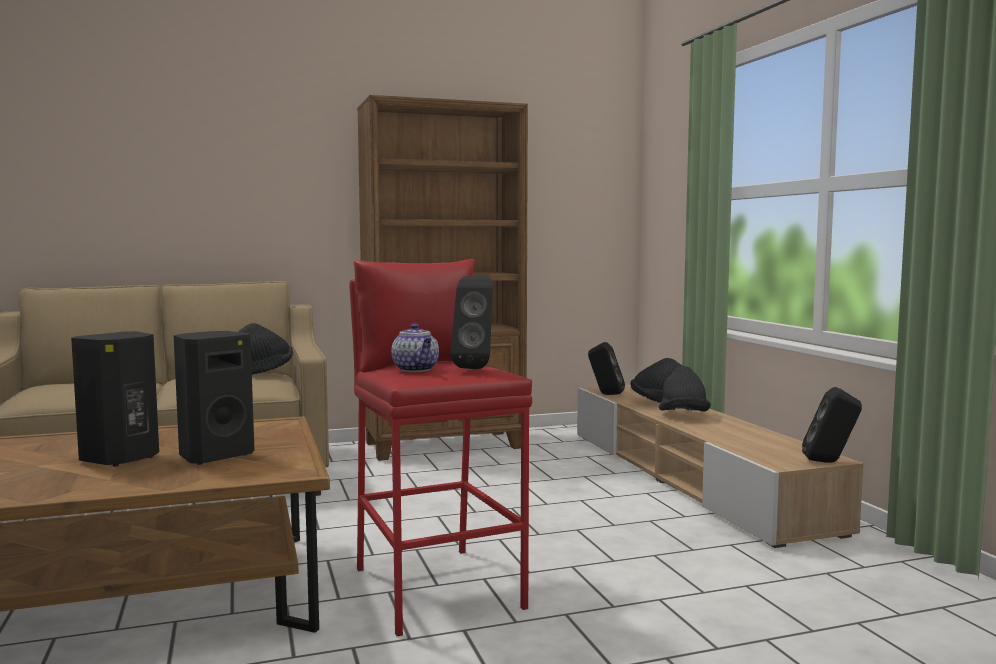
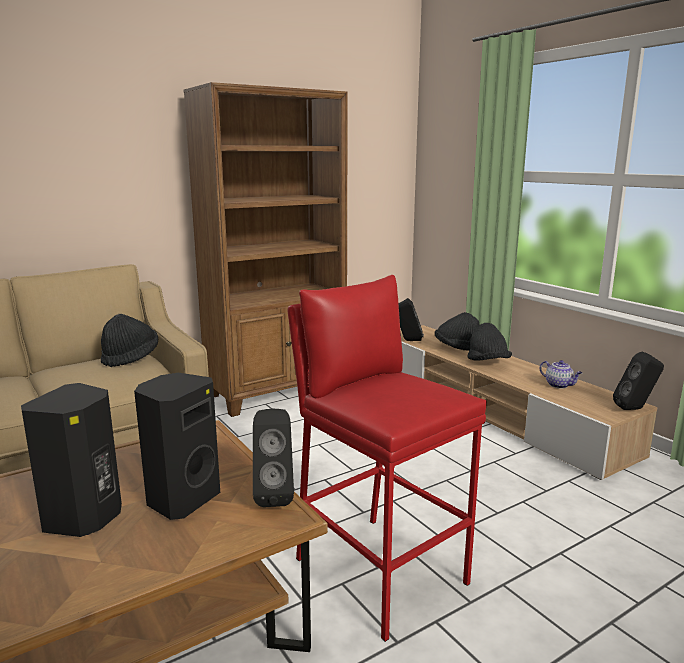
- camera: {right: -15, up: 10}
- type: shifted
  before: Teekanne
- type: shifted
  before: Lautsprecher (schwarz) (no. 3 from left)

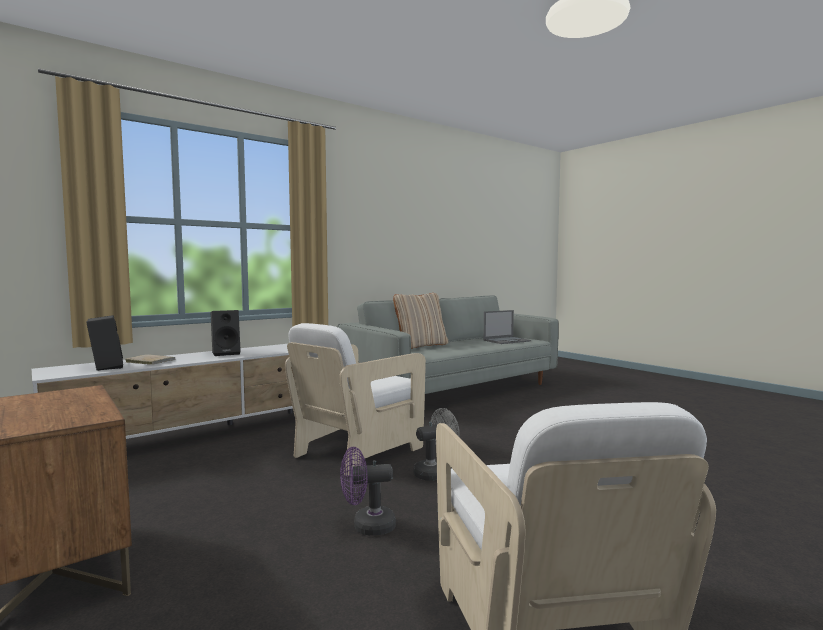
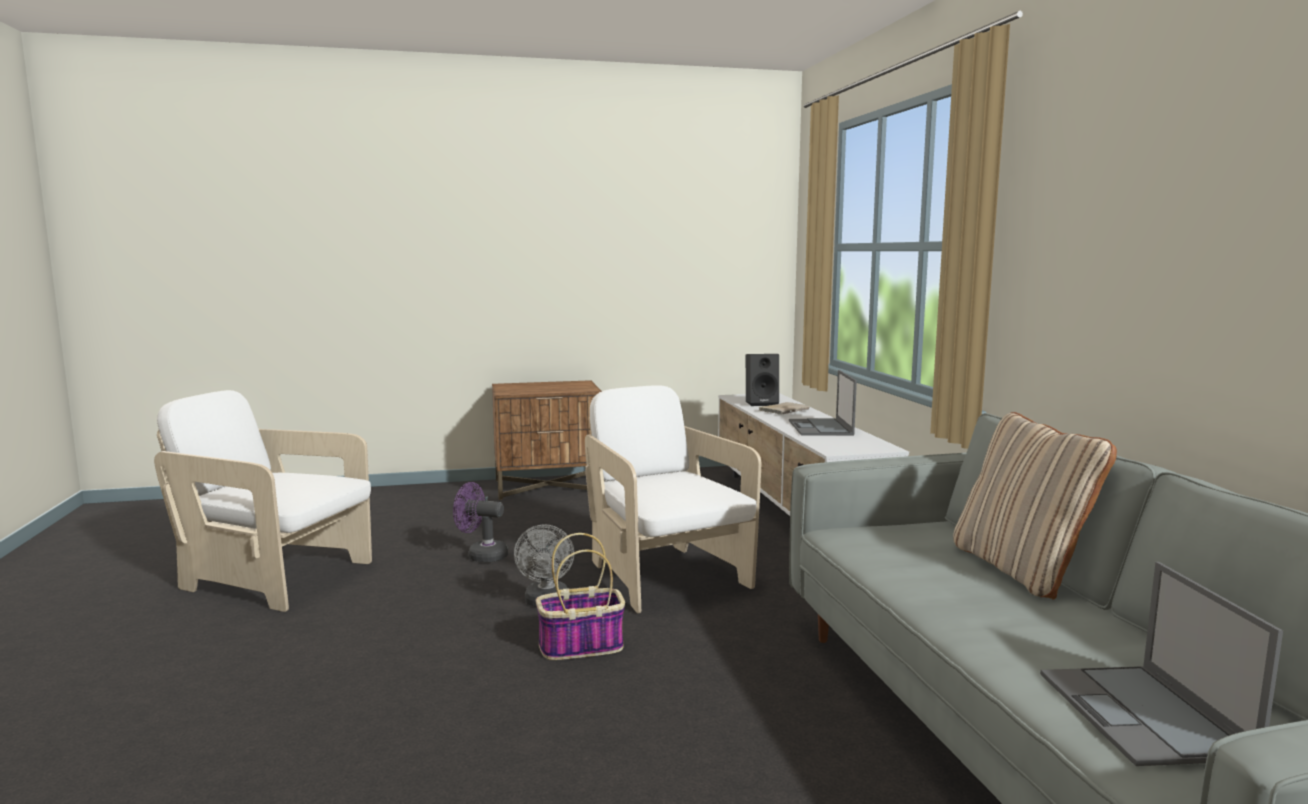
- camera: {right: 115, up: 5}
- type: swapped
  before: Lautsprecher (schwarz) (no. 2 from left)
  after: Laptop (no. 1 from left)
- type: rotated
  before: Ventilator (lila)
  turn: -90
- type: new
  after: Korb

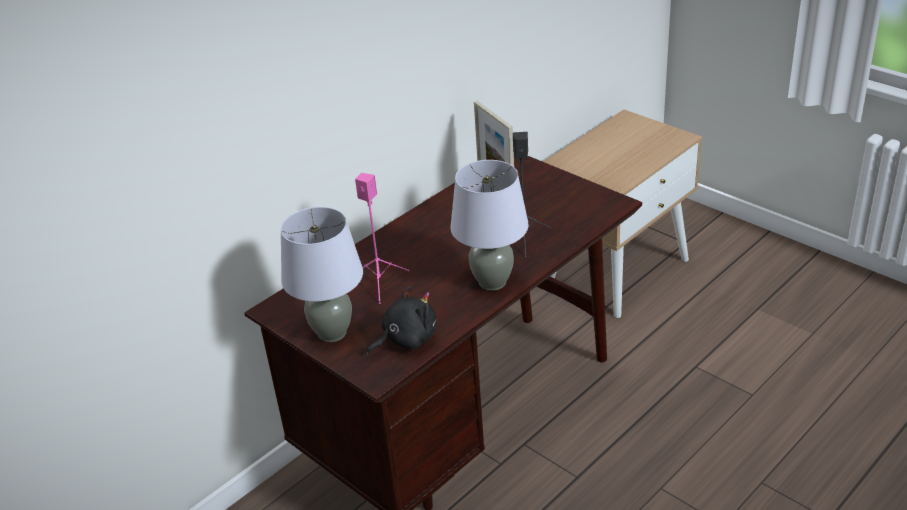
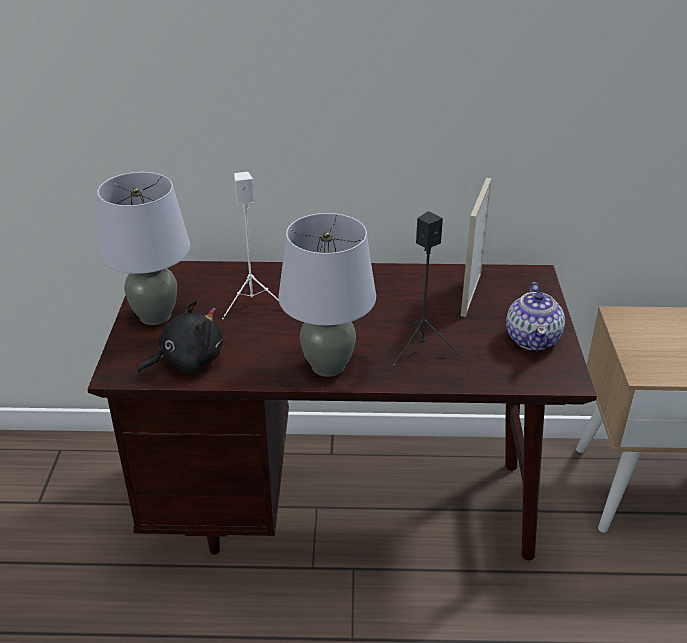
- camera: {right: 45, up: 0}
- type: repainted
  before: Lautsprecher (rosa)
  after: Lautsprecher (weiß)
- type: rotated
  before: Plüschtier (schwarz)
  turn: -45
- type: new
  after: Teekanne

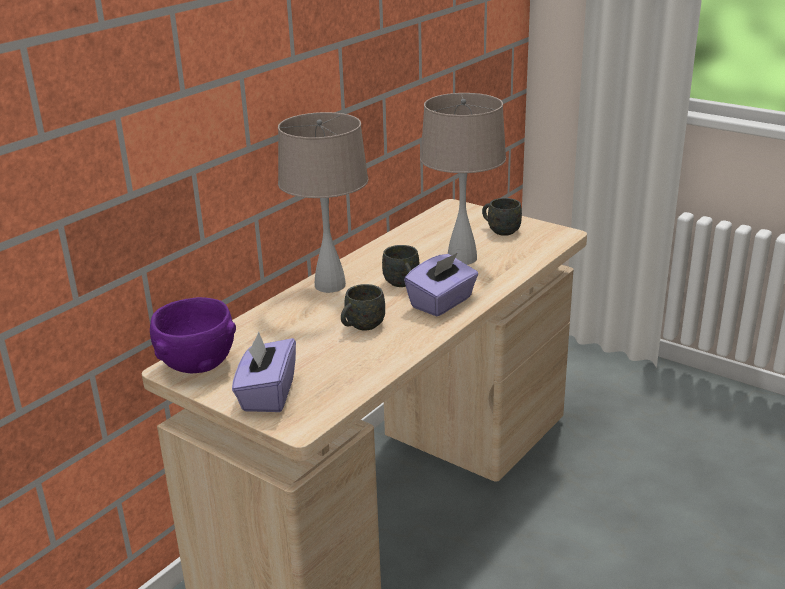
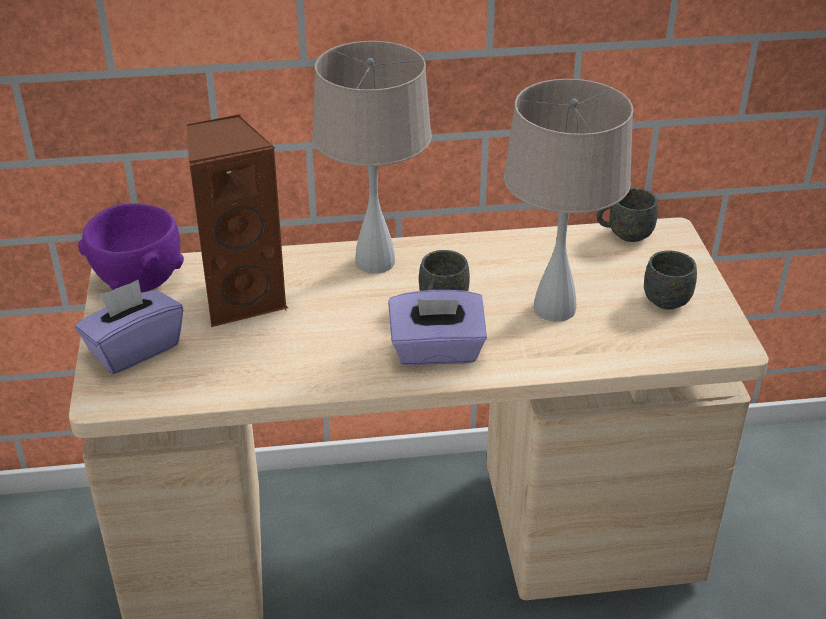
- camera: {right: 45, up: 10}
- type: shifted
  before: Henkelbecher (grau) (no. 1 from left in the first image)
  after: Henkelbecher (grau) (no. 2 from left)
- type: new
  after: Lautsprecher (braun)

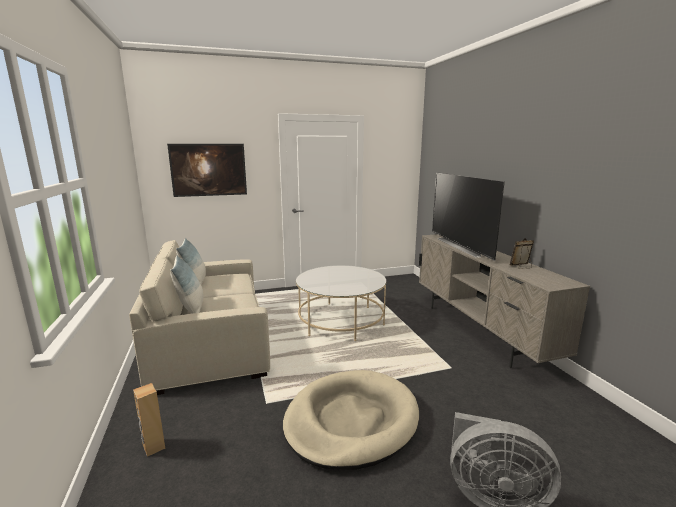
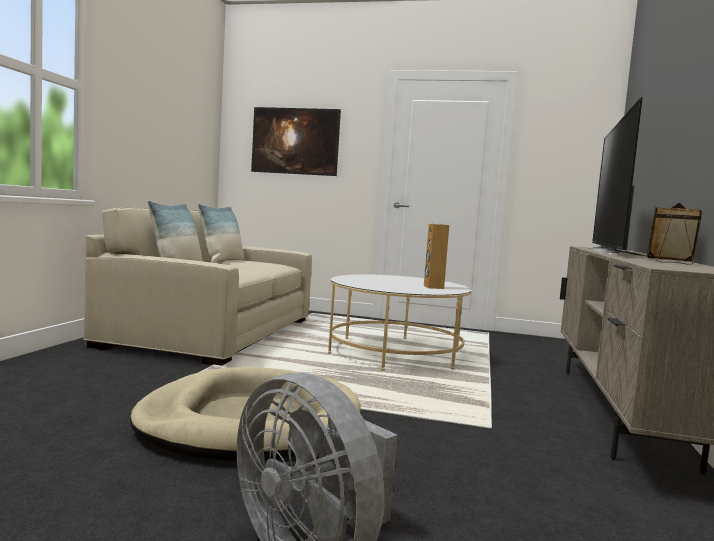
- camera: {right: 30, up: -10}
- type: shifted
  before: Lautsprecher (braun)

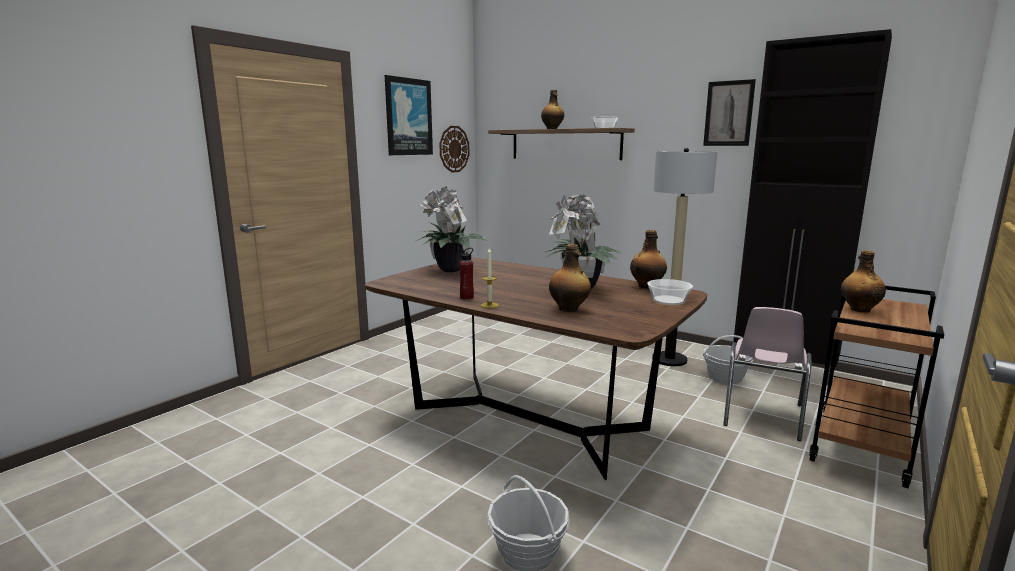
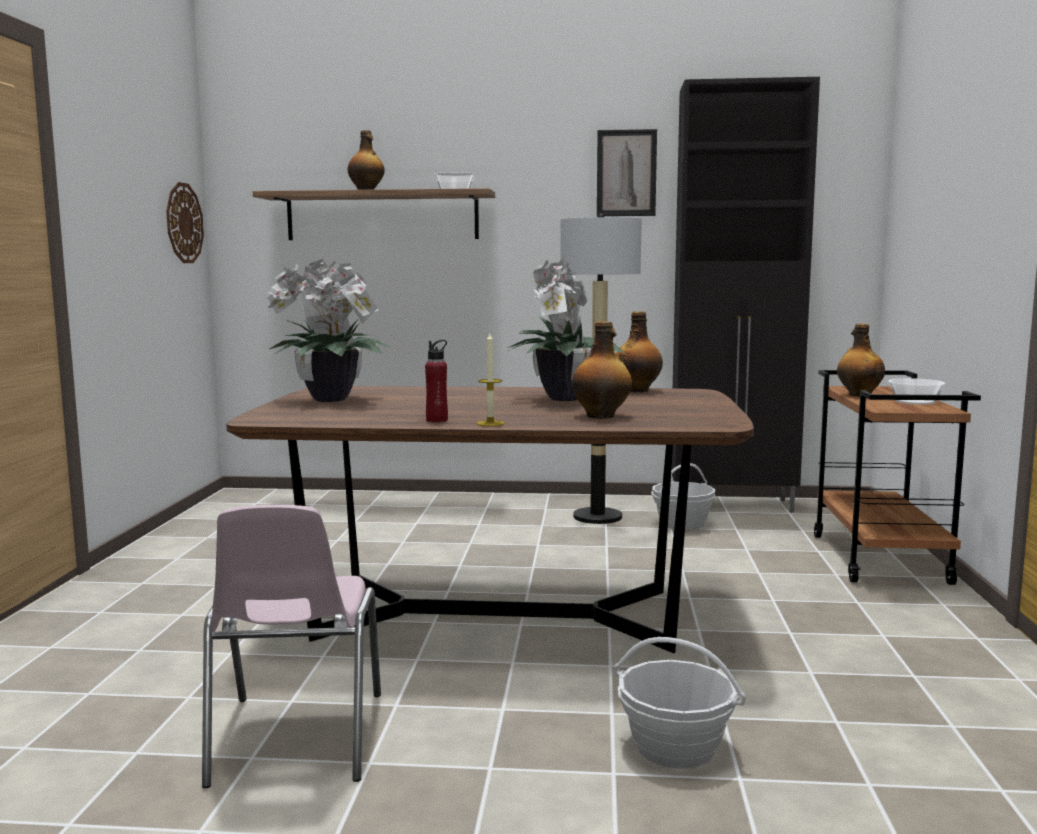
- camera: {right: -30, up: -5}
- type: gone
  before: Bild (no. 1 from left)
- type: shifted
  before: Schüssel (no. 2 from left)
- type: shifted
  before: Stuhl (rosa)

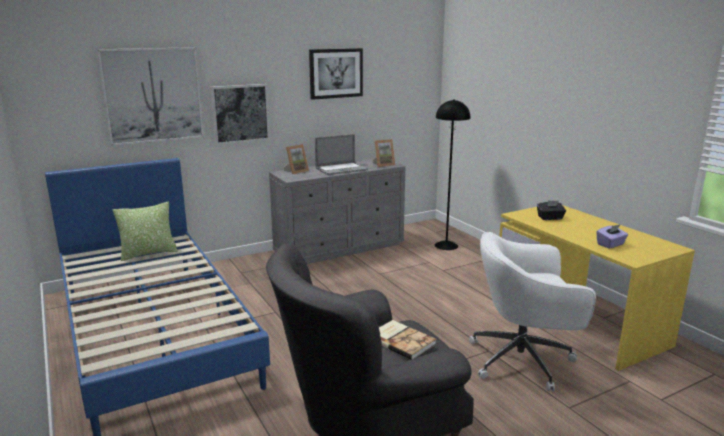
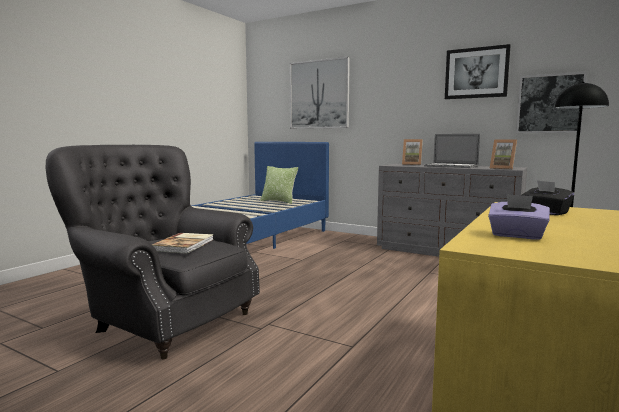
- camera: {right: 60, up: -10}
- type: shifted
  before: Bild (no. 2 from left in the first image)
  after: Bild (no. 3 from left)
- type: gone
  before: Bürostuhl (weiß)

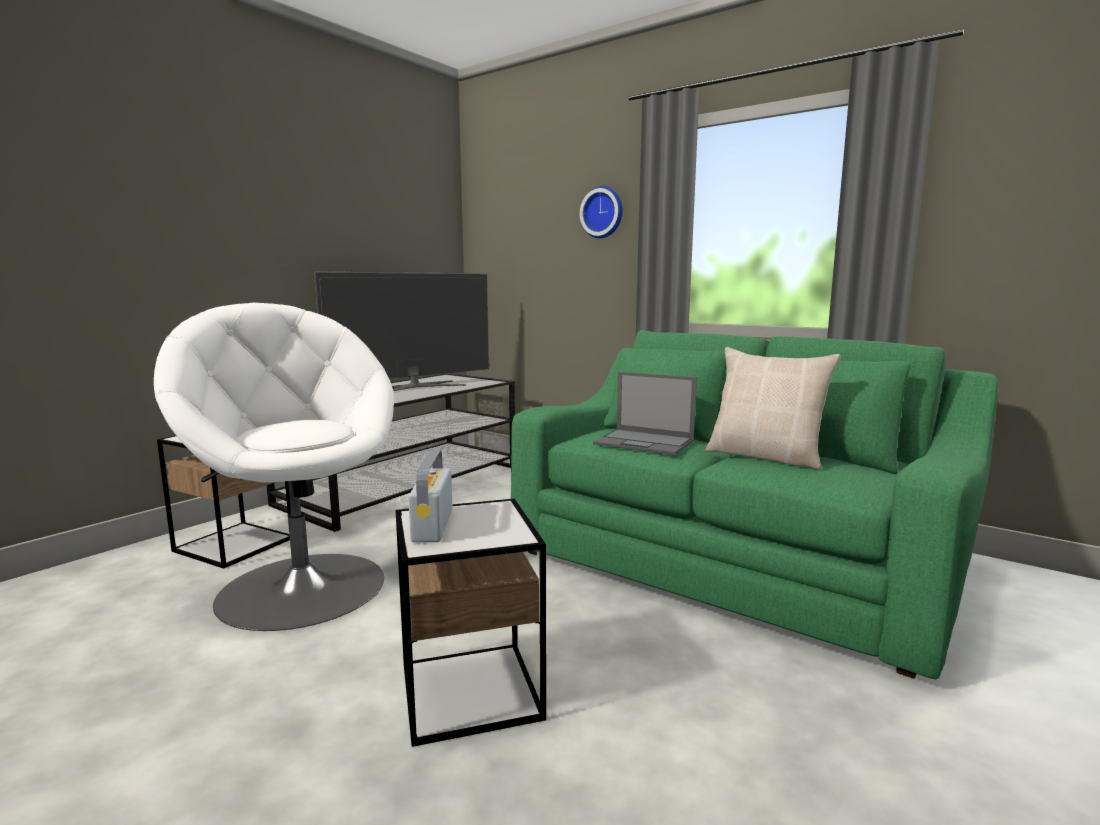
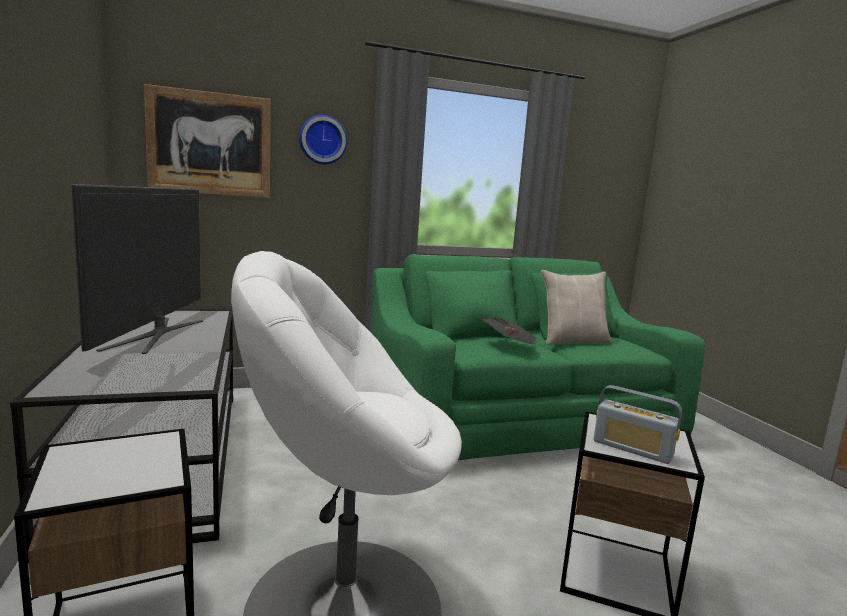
- camera: {right: -55, up: 0}
- type: swapped
  before: Laptop
  after: Zeitung
- type: new
  after: Bild

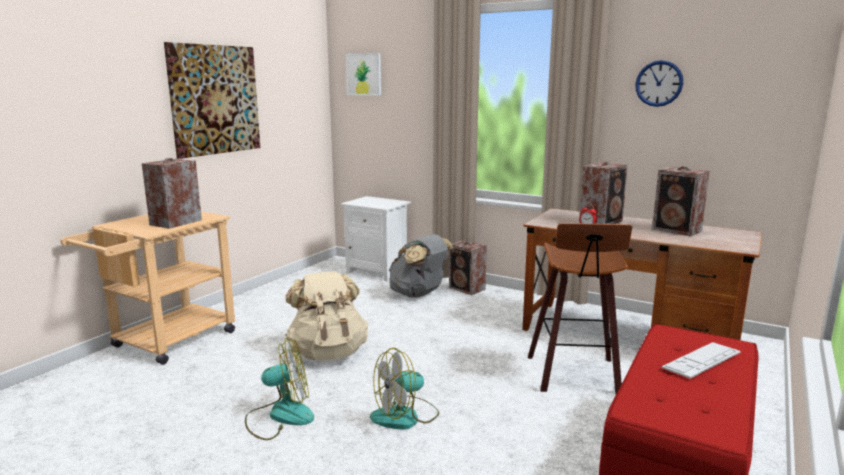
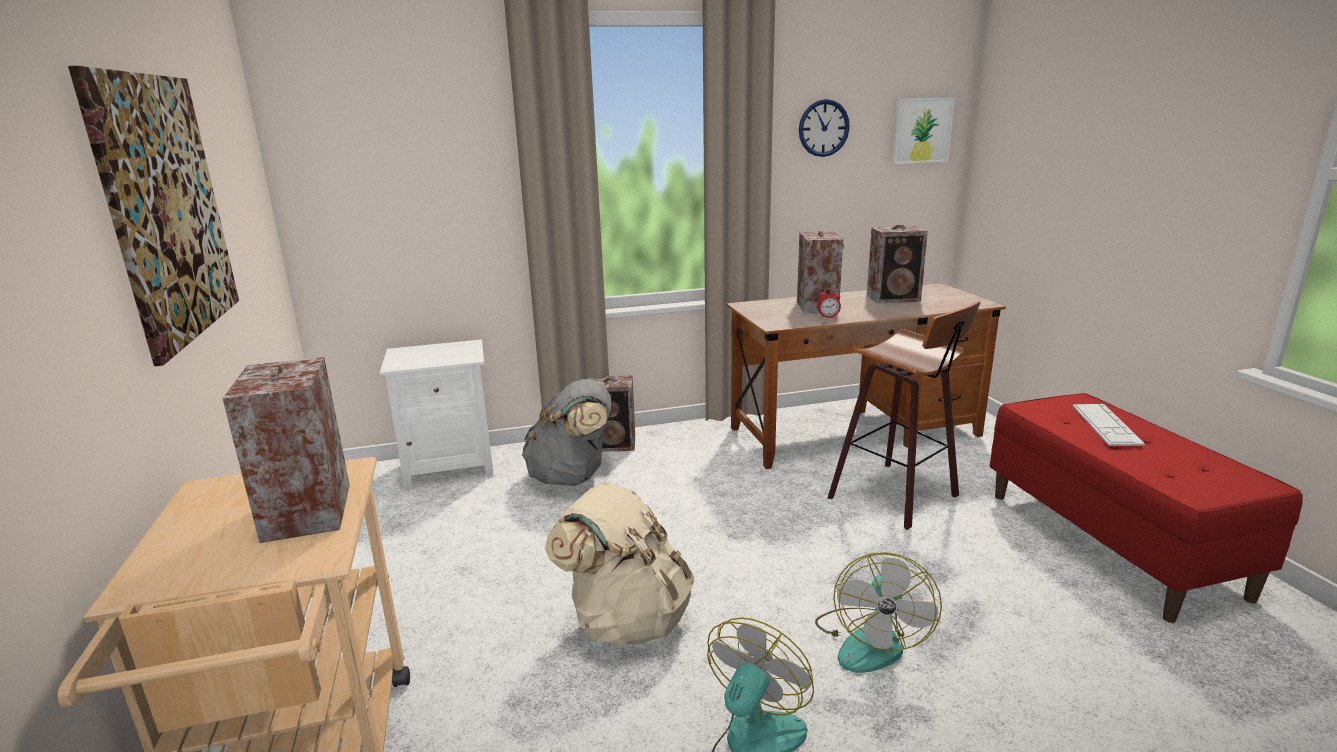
- camera: {right: -45, up: 5}
- type: shifted
  before: Bild (no. 2 from left)

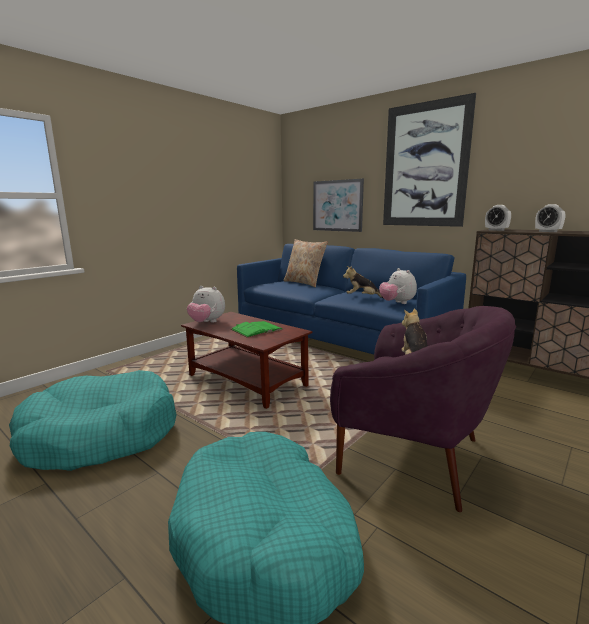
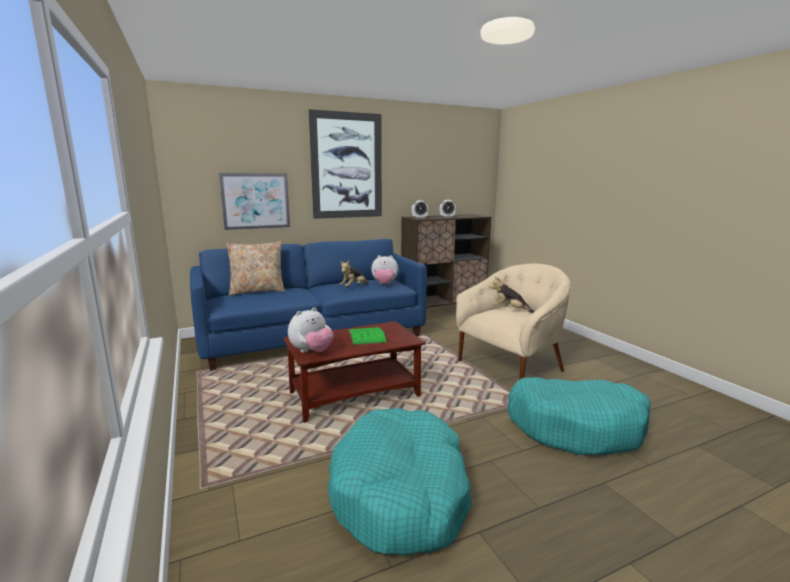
- camera: {right: -65, up: 0}
- type: repainted
  before: Sessel (lila)
  after: Sessel (beige)

